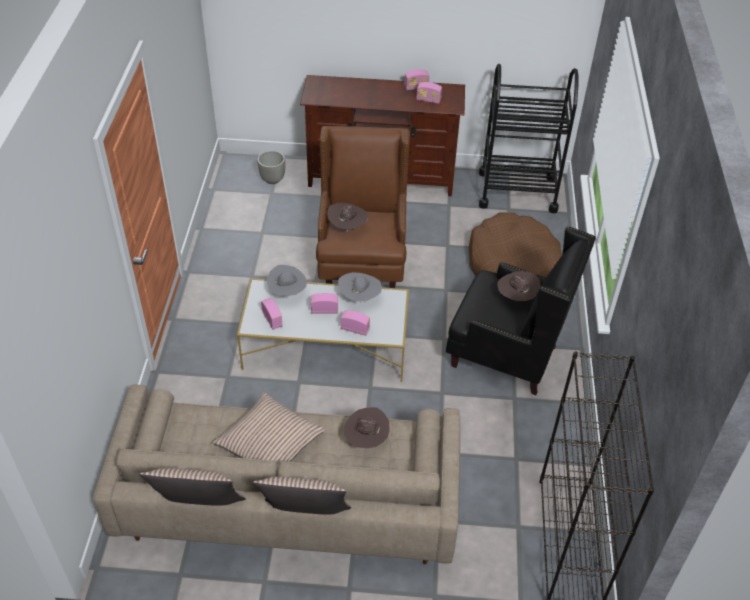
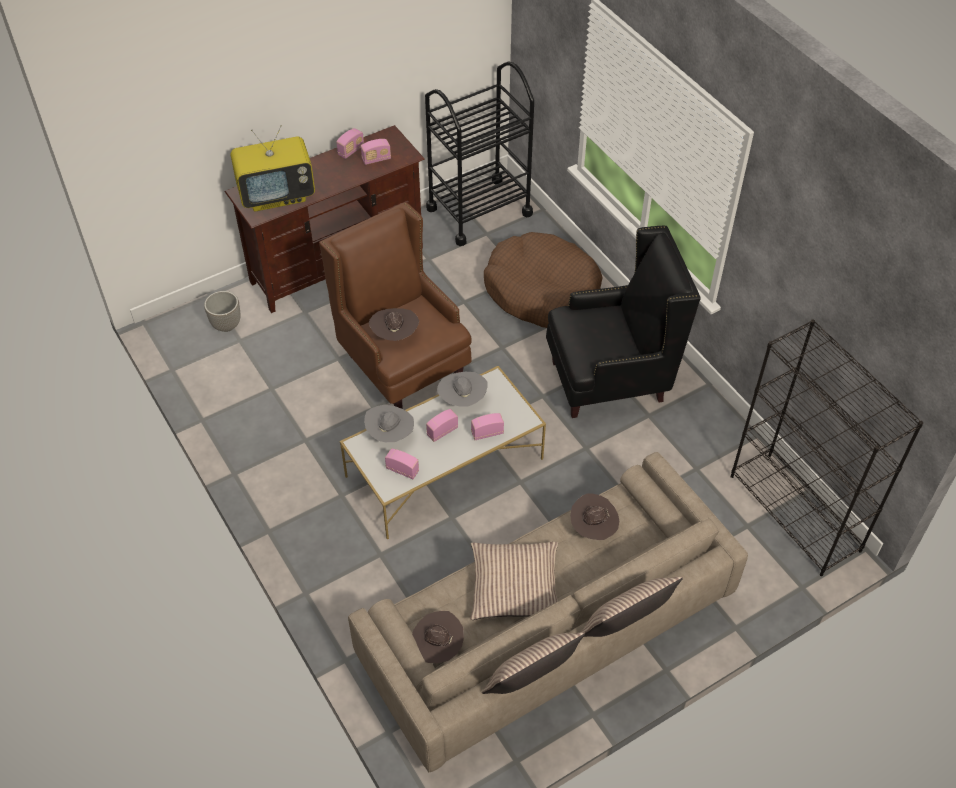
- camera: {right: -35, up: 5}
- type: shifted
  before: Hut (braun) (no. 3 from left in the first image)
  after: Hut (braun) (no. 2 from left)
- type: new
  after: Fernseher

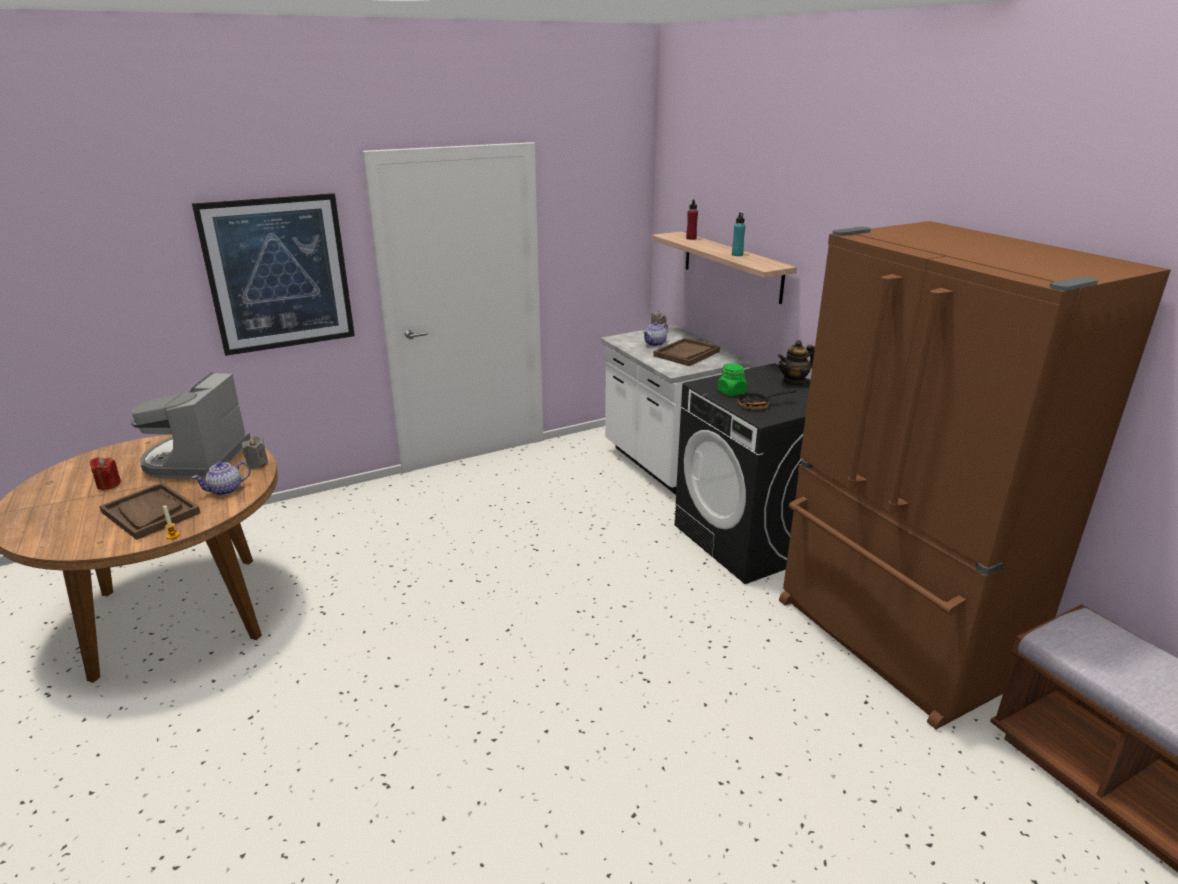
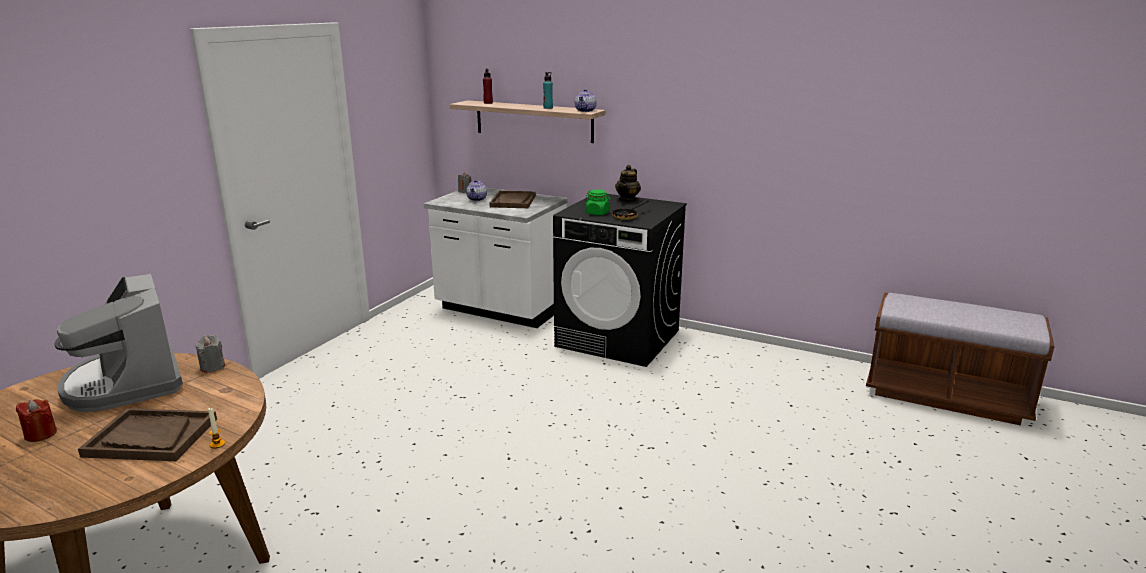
- camera: {right: -35, up: -5}
- type: gone
  before: Bild
- type: shifted
  before: Teekanne (no. 1 from left in the first image)
  after: Teekanne (no. 2 from left)
- type: gone
  before: Kühlschrank (braun)

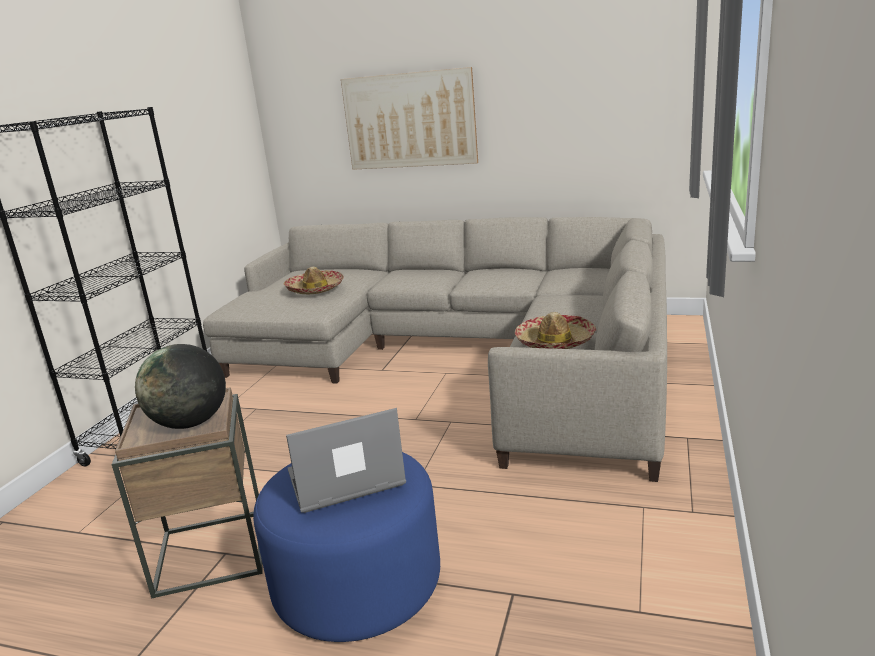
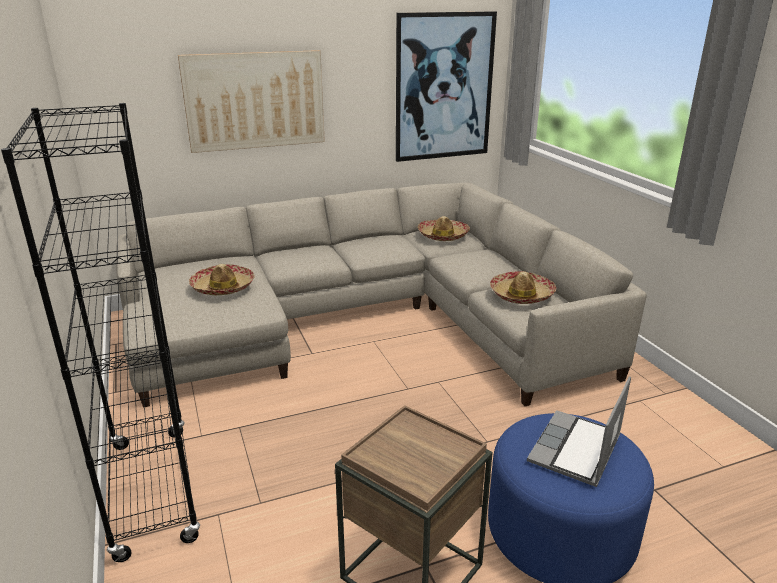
- camera: {right: -40, up: 5}
- type: gone
  before: Globus
- type: new
  after: Bild (no. 2 from left)
- type: new
  after: Hut (no. 2 from left)

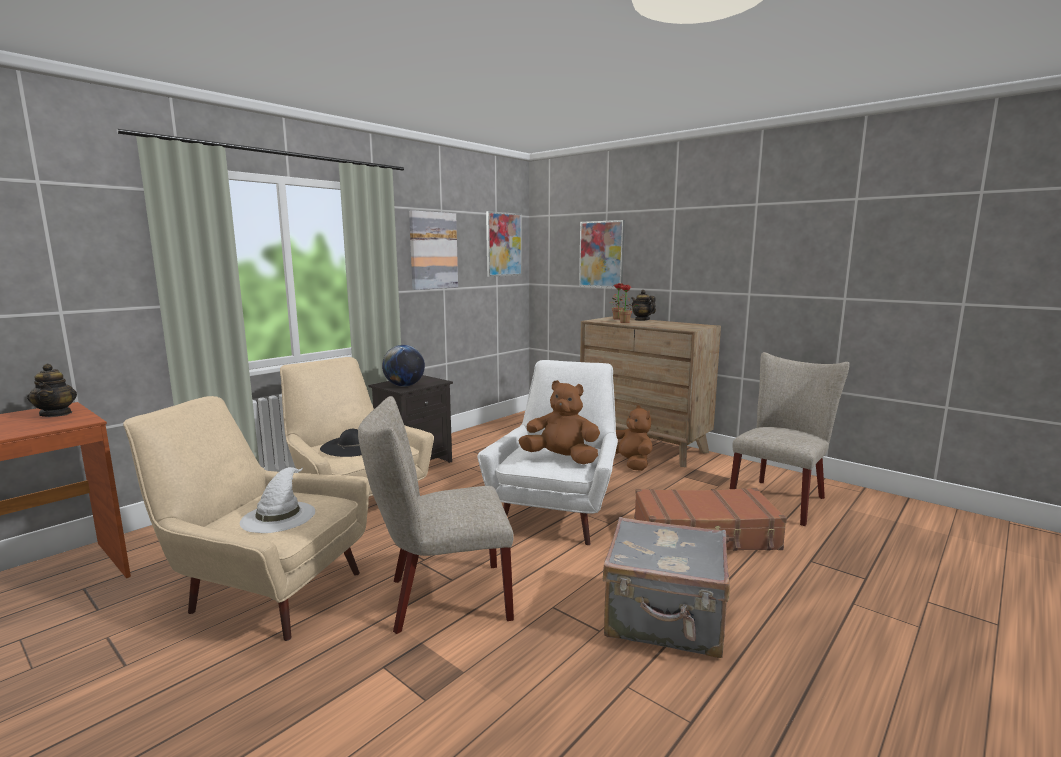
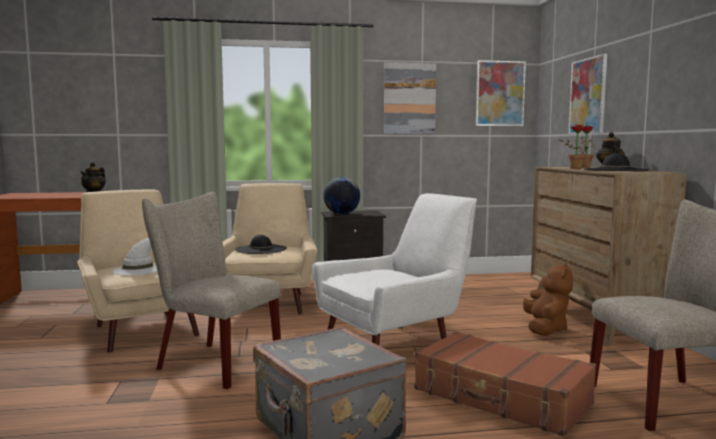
- camera: {right: 40, up: -5}
- type: gone
  before: Plüschtier (braun) (no. 1 from left)
- type: new
  after: Hut (schwarz) (no. 2 from left)

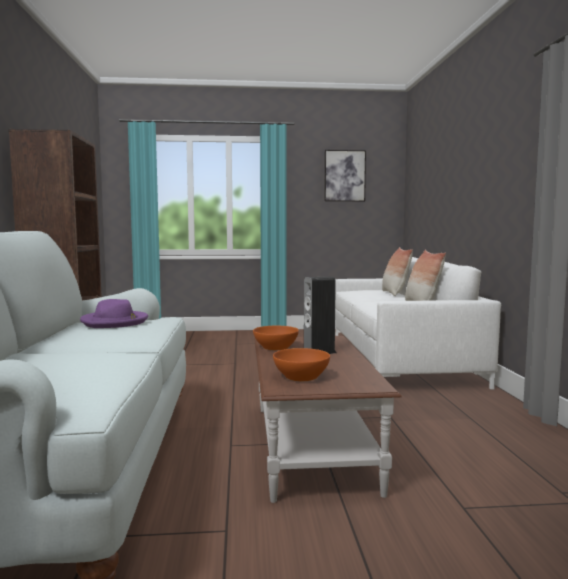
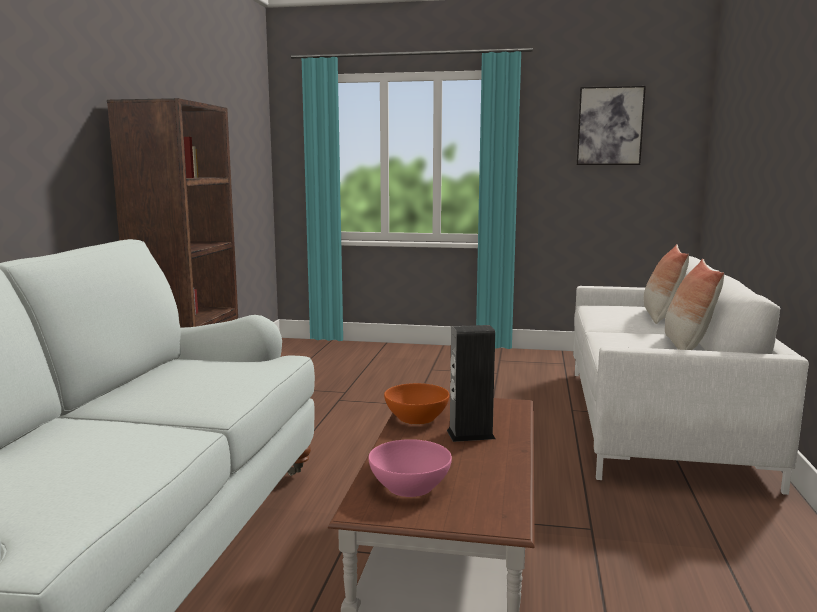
- camera: {right: 15, up: 5}
- type: gone
  before: Hut (lila)
- type: repainted
  before: Schüssel (orange) (no. 2 from left)
  after: Schüssel (rosa)

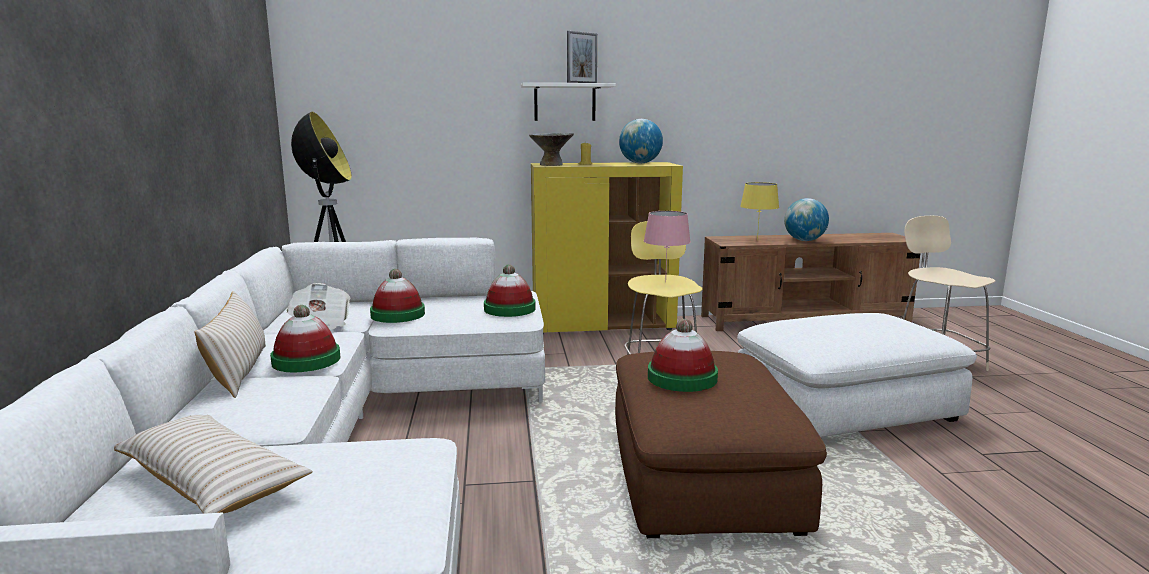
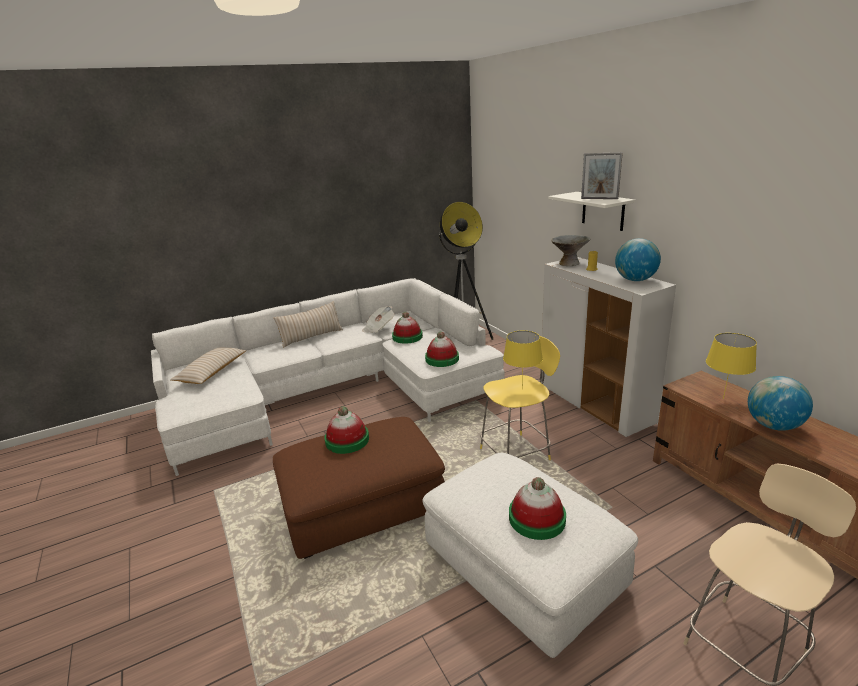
- camera: {right: 70, up: 10}
- type: shifted
  before: Hut (no. 1 from left in the first image)
  after: Hut (no. 4 from left)
- type: repainted
  before: Schrank (gelb)
  after: Schrank (weiß)
- type: repainted
  before: Tischlampe (rosa)
  after: Tischlampe (gelb) (no. 1 from left)

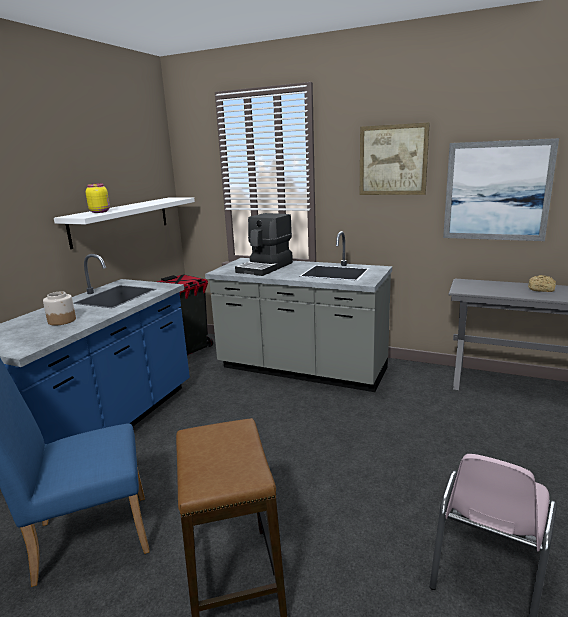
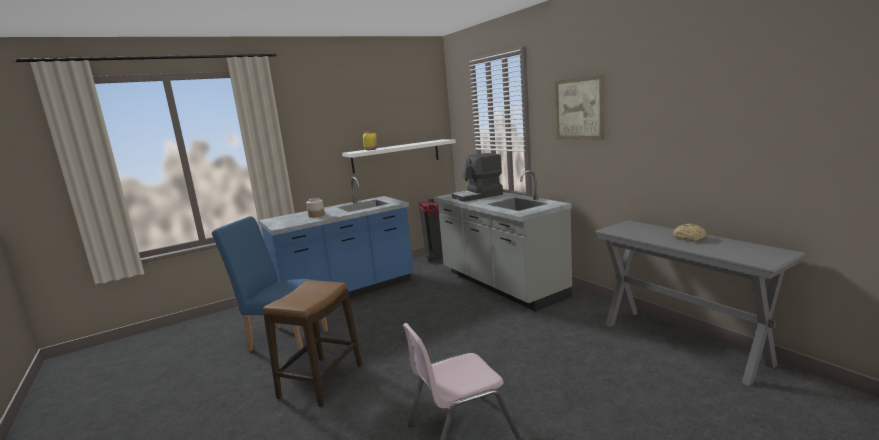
- camera: {right: 35, up: -5}
- type: gone
  before: Bild (no. 2 from left)

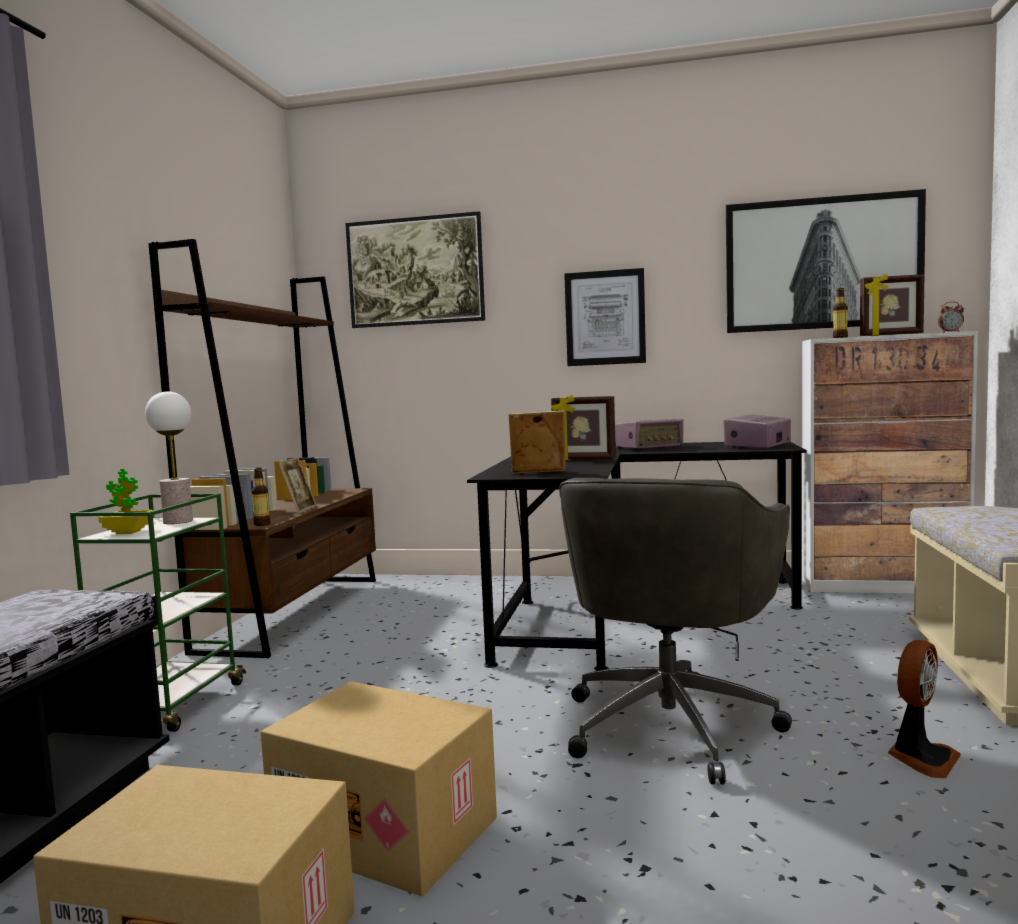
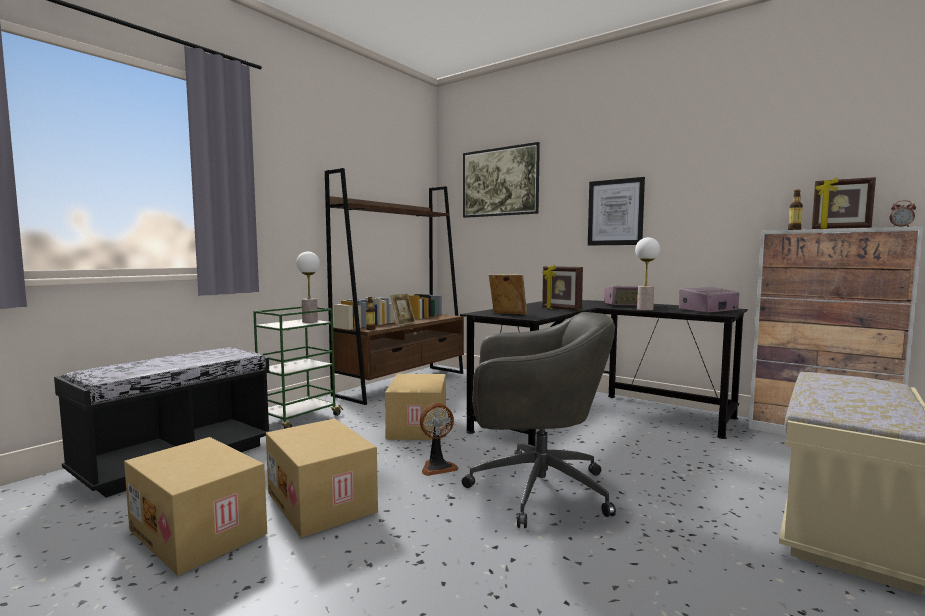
- camera: {right: 25, up: 0}
- type: gone
  before: Topfpflanze
- type: rotated
  before: Bürostuhl (grau)
  turn: -135
- type: gone
  before: Bild (no. 3 from left)
- type: shifted
  before: Ventilator
- type: new
  after: Karton (no. 3 from left)
- type: new
  after: Tischlampe (no. 2 from left)

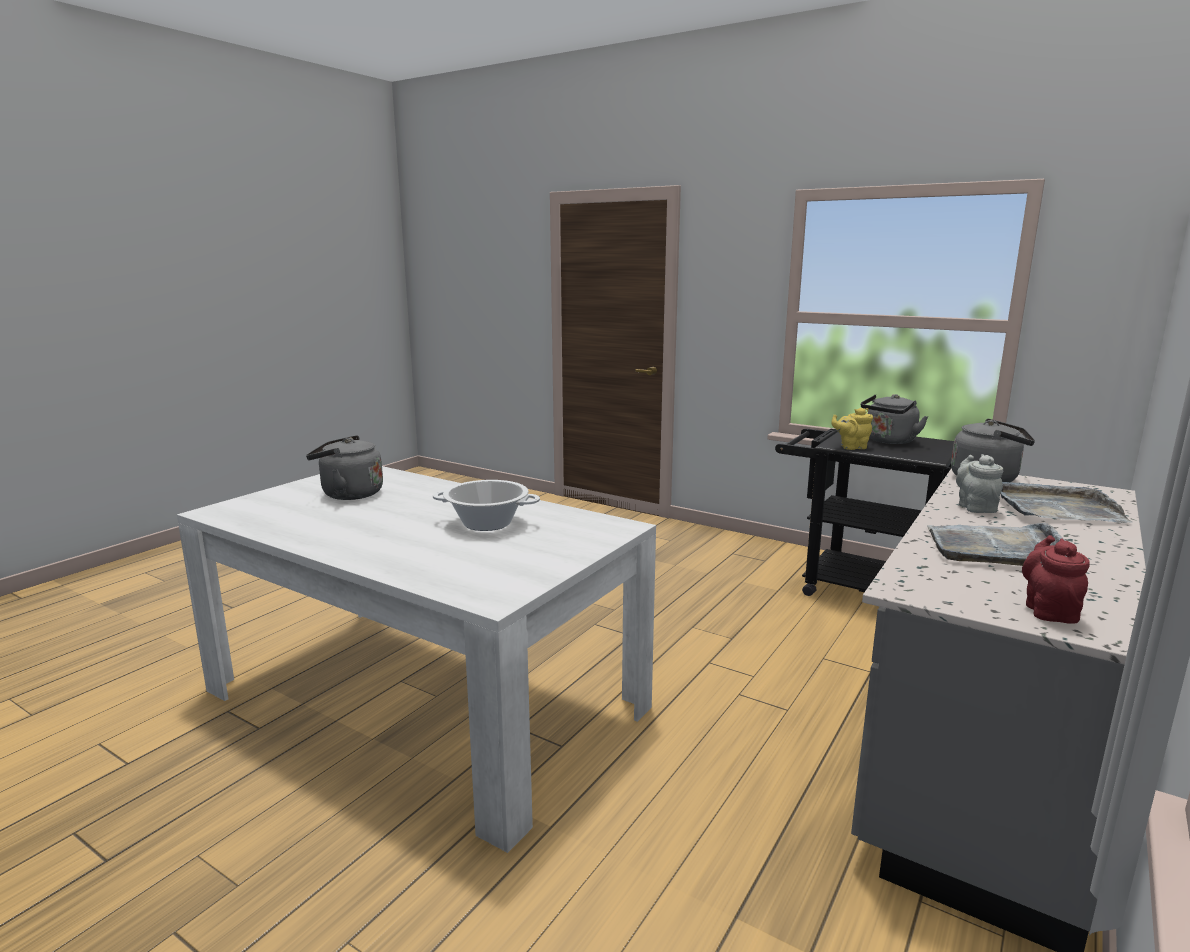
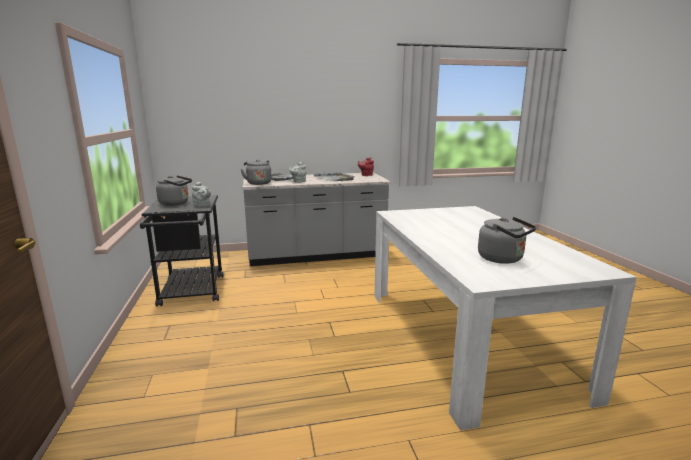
- camera: {right: -135, up: 0}
- type: gone
  before: Kochtopf
- type: repainted
  before: Teekanne (gelb)
  after: Teekanne (grau) (no. 1 from left)

